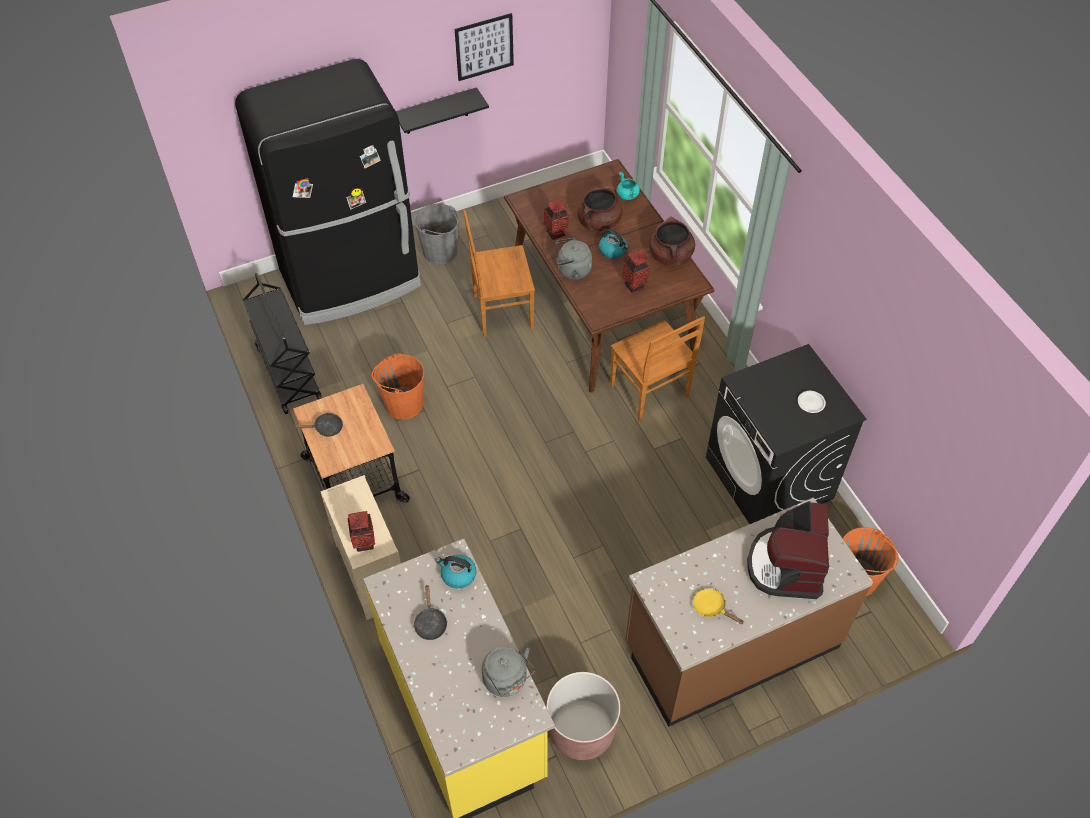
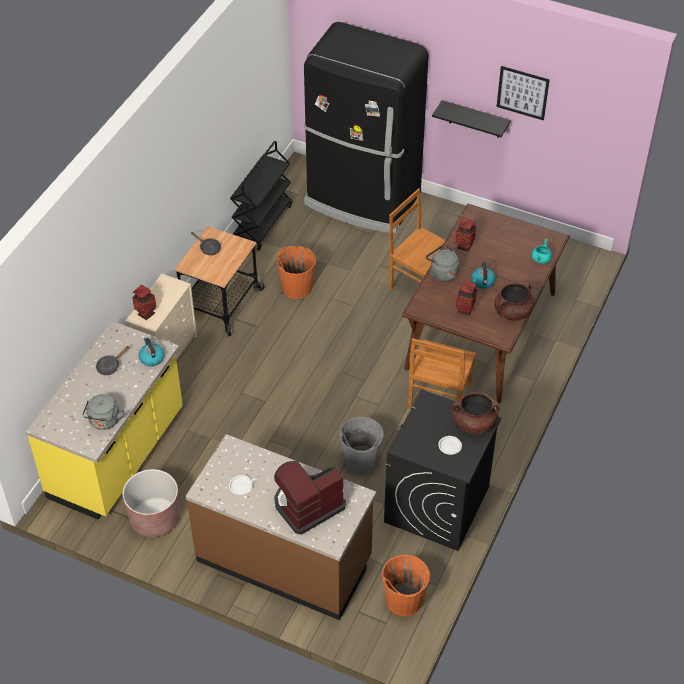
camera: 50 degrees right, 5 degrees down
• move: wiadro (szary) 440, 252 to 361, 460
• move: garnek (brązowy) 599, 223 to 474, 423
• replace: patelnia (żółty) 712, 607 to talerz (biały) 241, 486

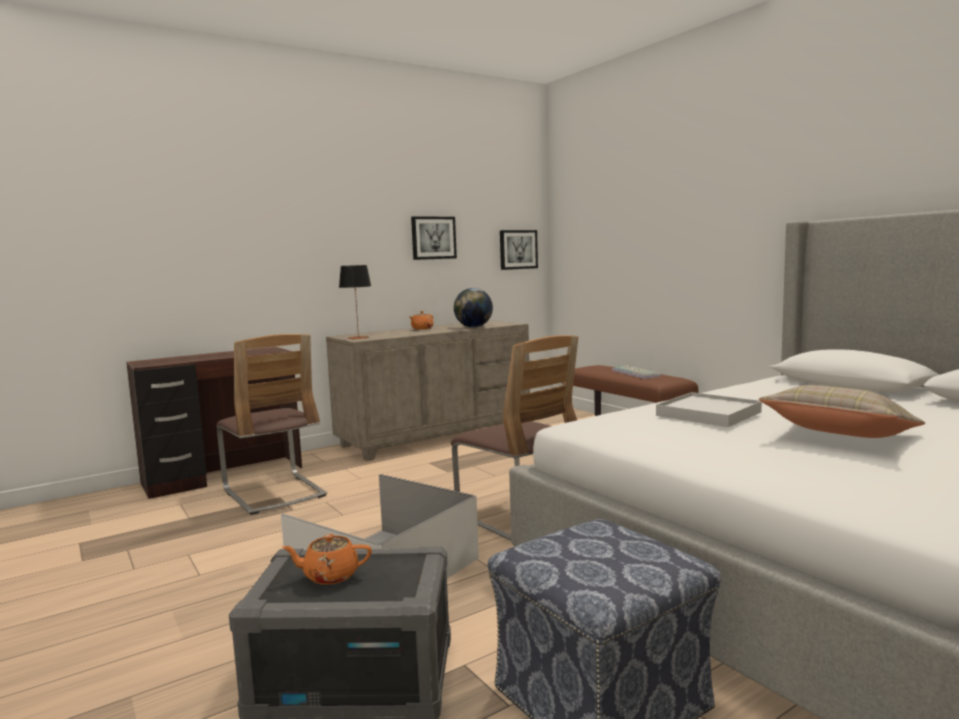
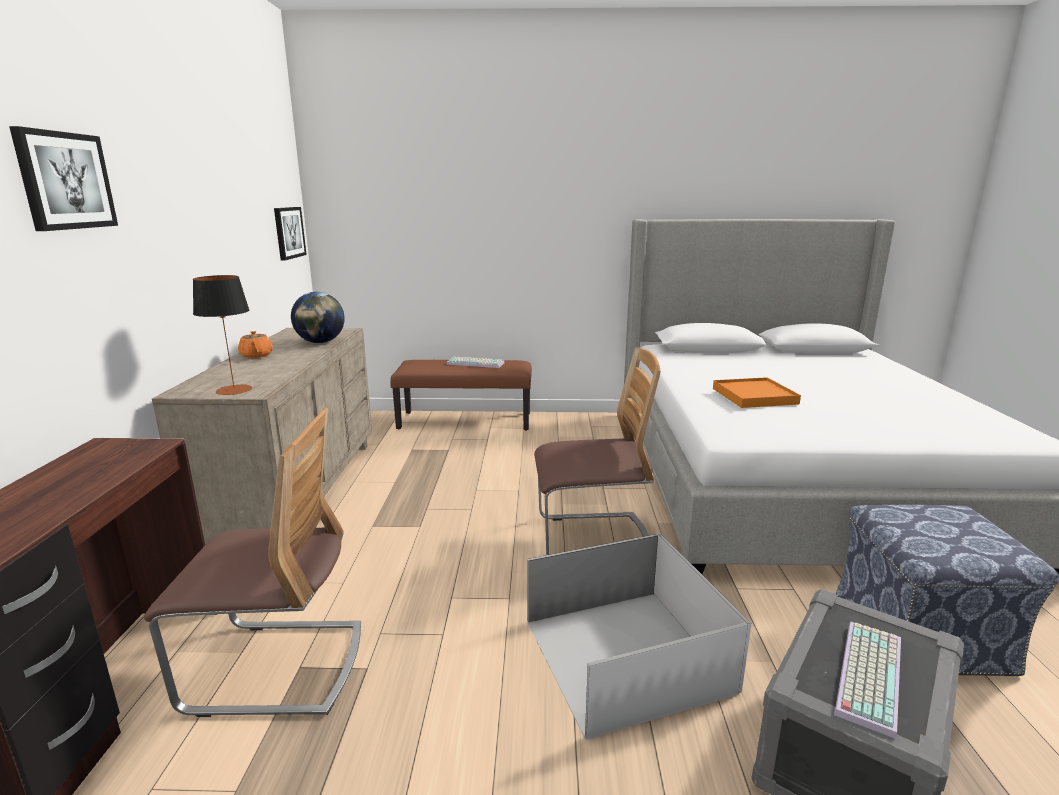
camera: 55 degrees left, 10 degrees up
• replace: imbryk (pomarańczowy) 330, 576 to klawiatura 867, 673
• move: obraz 433, 238 to 65, 181
• recolor: taca (biały) 708, 414 to taca (pomarańczowy) 754, 396
• delete: poduszka (beżowy) 840, 436

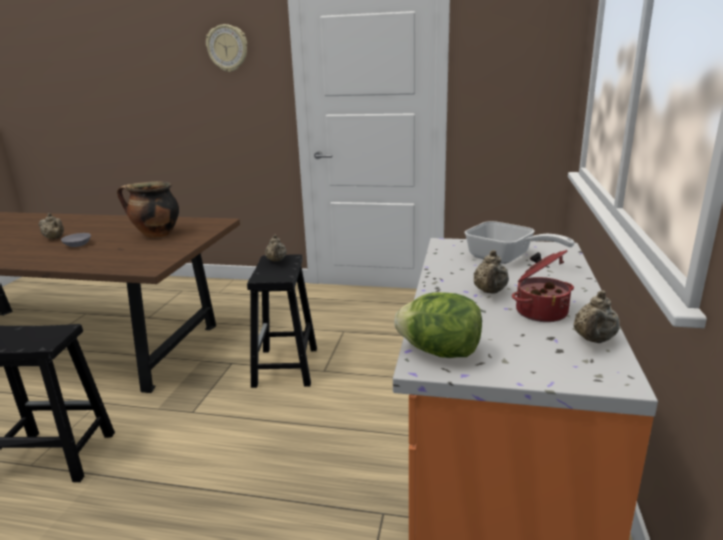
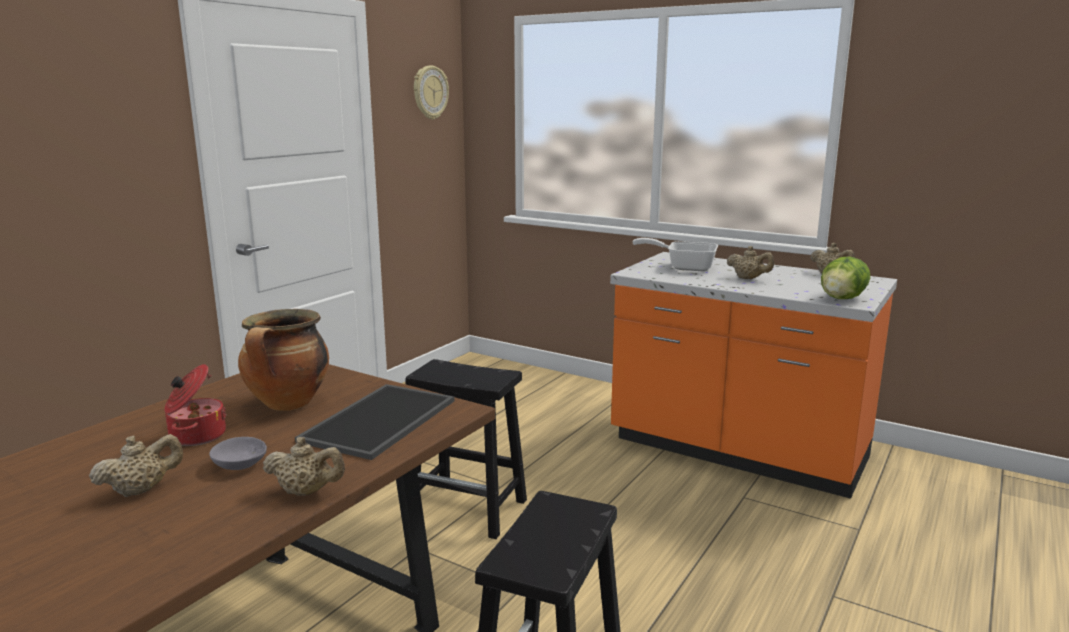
camera: 70 degrees left, 5 degrees down
• move: zegar ścienny 227, 48 to 430, 92
• move: imbryk (beżowy) 276, 261 to 306, 492
• rotate: patelnia 505, 258 = 684, 267 135 degrees counterclockwise
• move: garnek 540, 311 to 196, 436
• insert: taca 380, 421

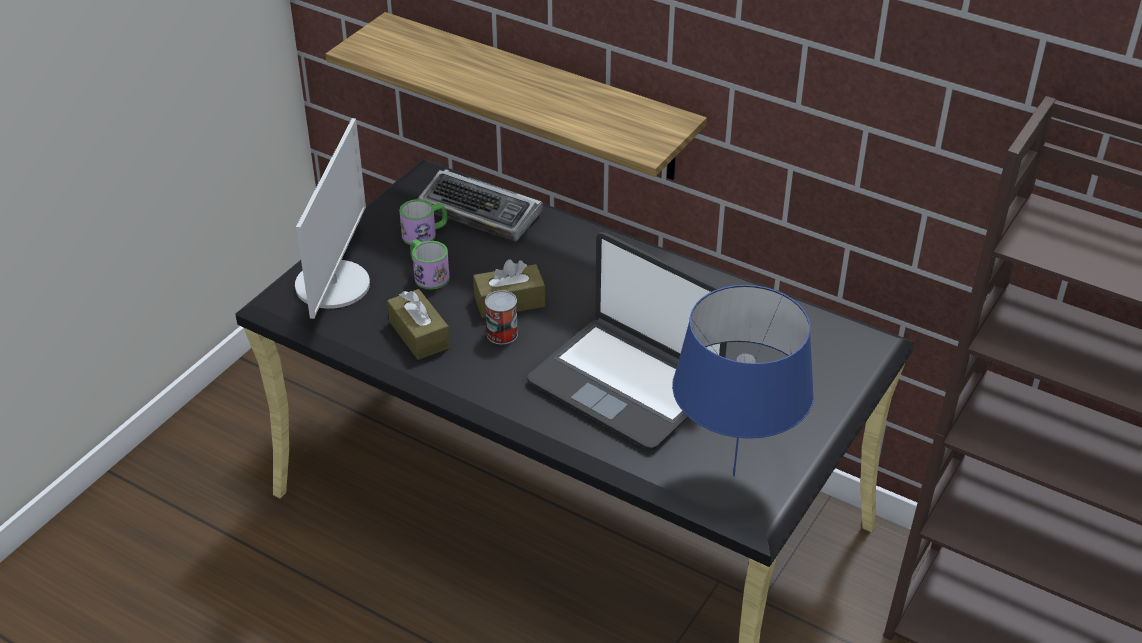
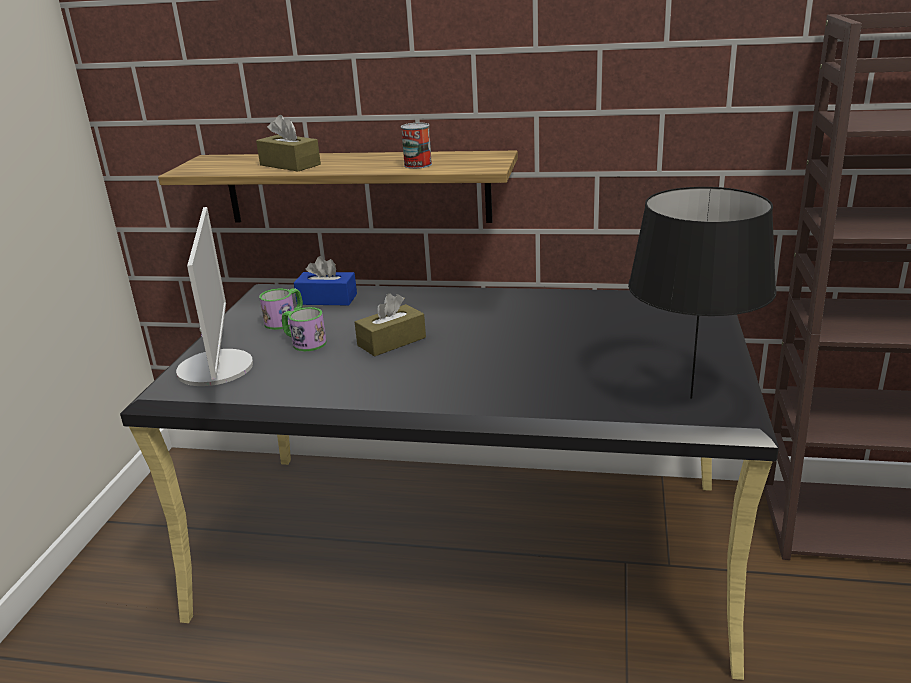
camera: 20 degrees left, 15 degrees down
• move: pudełko chusteczek (brązowy) 419, 335 to 290, 165
• replace: klawiatura 481, 212 to pudełko chusteczek (niebieski) 327, 299
• move: puszka 502, 334 to 418, 165
• delete: laptop 626, 383
• recolor: lampa stołowa (niebieski) 733, 475 to lampa stołowa (czarny) 690, 398

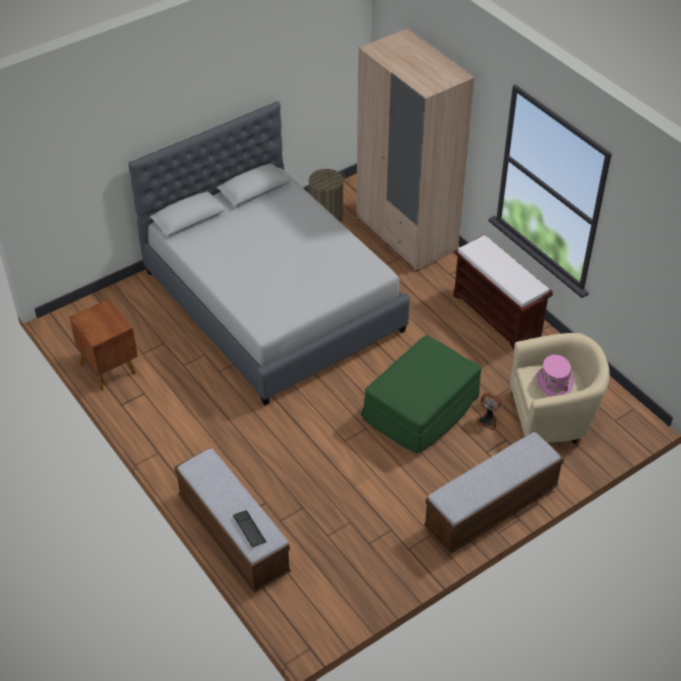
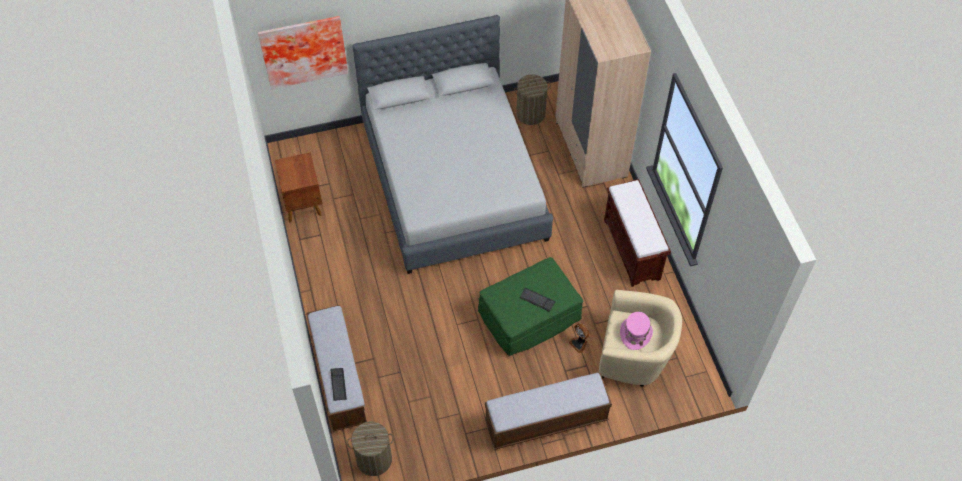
camera: 20 degrees right, 10 degrees up
• insert: obraz 303, 50
• insert: kosz na pranie 374, 459
• insert: klawiatura 537, 300

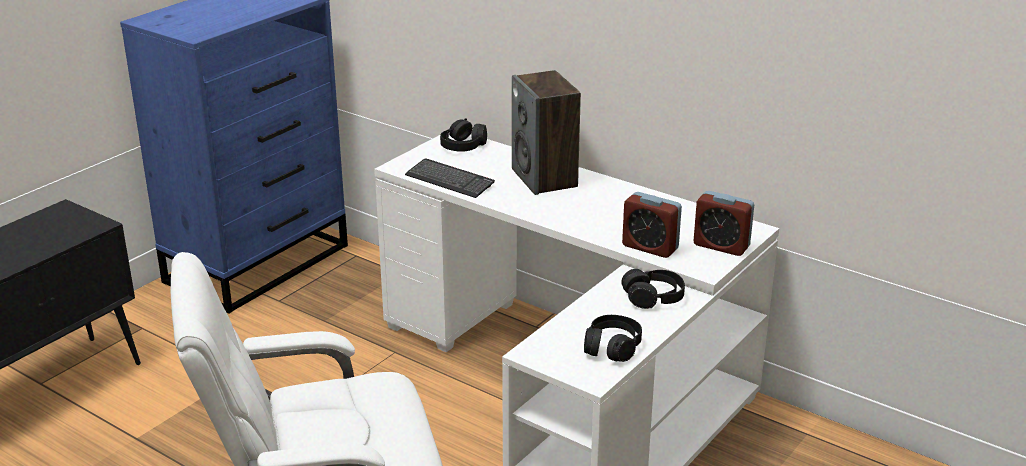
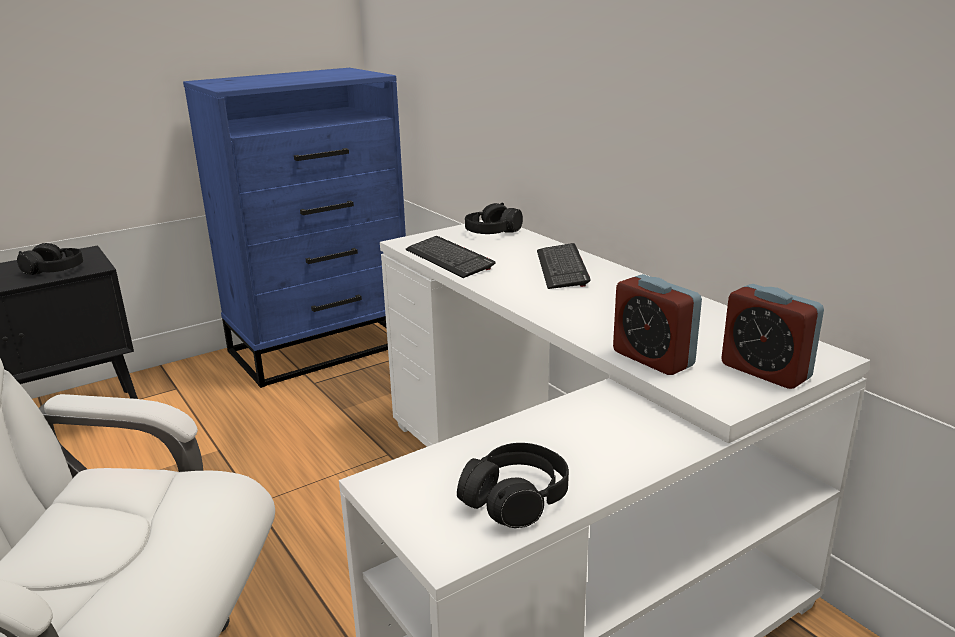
camera: 20 degrees right, 5 degrees down
• replace: głośnik 545, 178 to klawiatura 562, 268
• move: słuchawki (czarny) 653, 298 to 54, 270

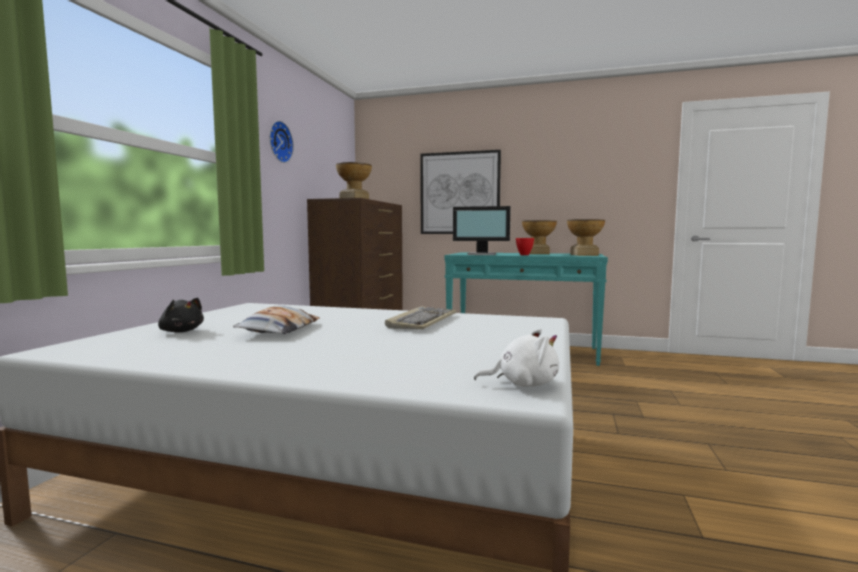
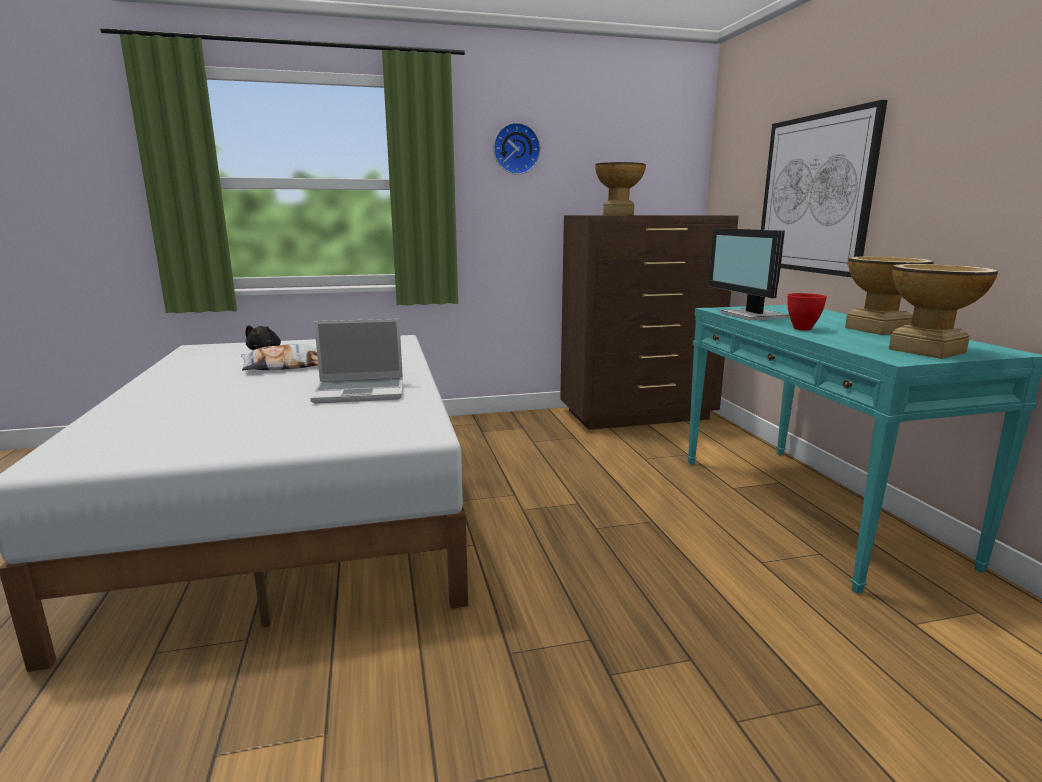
camera: 60 degrees right, 10 degrees up
• replace: klawiatura 422, 321 to laptop 361, 392
• delete: pluszak (biały) 522, 384

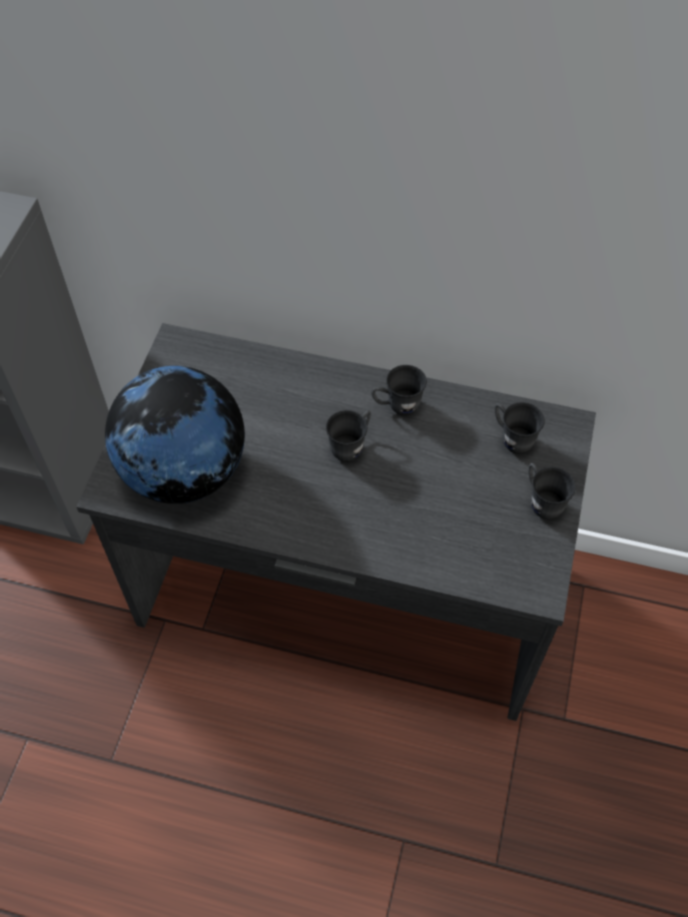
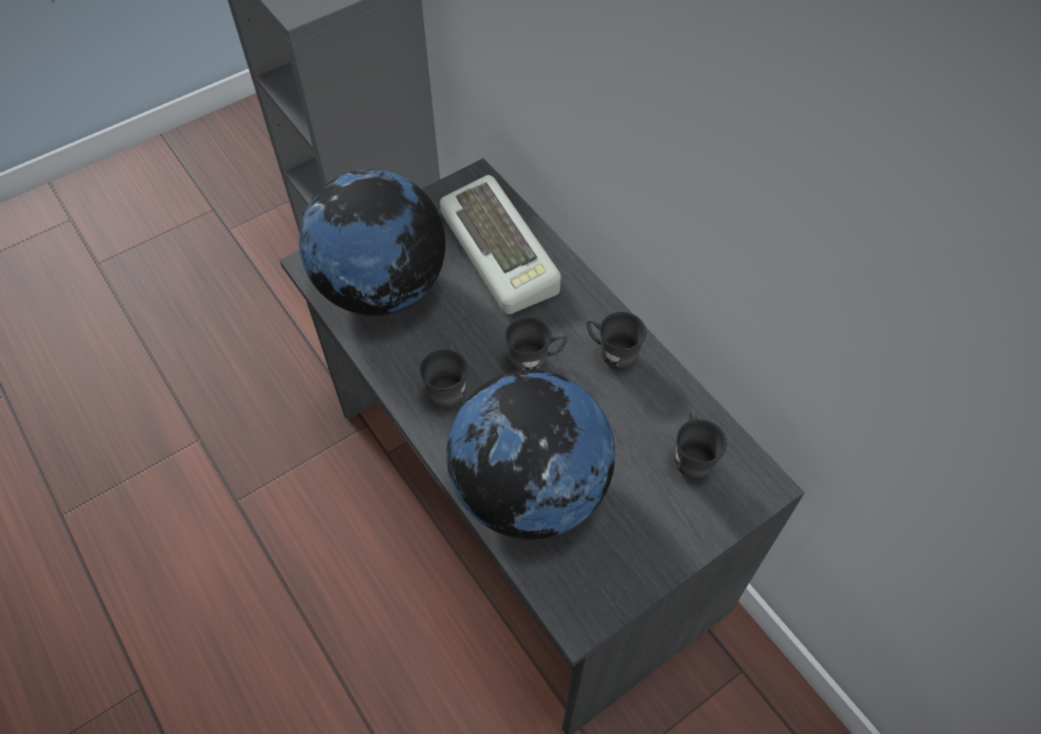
camera: 40 degrees right, 0 degrees up
• move: kubek (szary) 541, 502 to 448, 388
• insert: klawiatura 503, 252
• insert: globus 529, 490

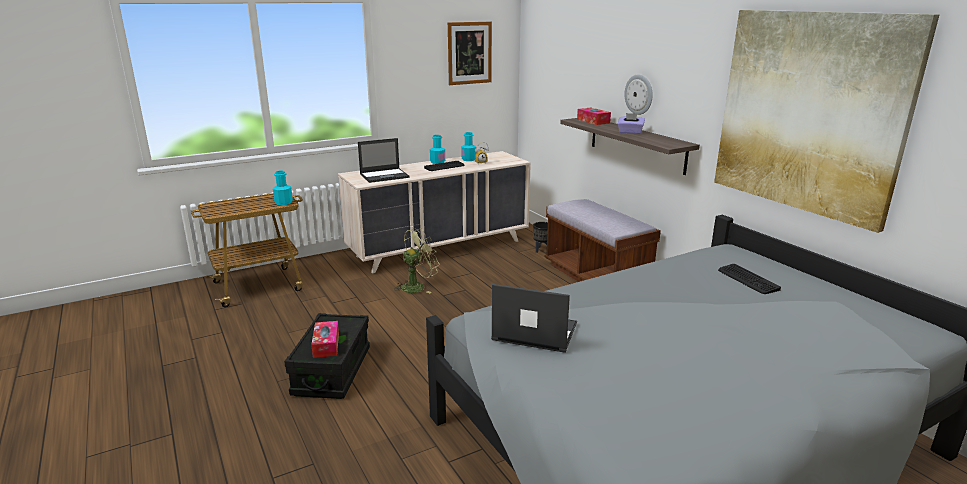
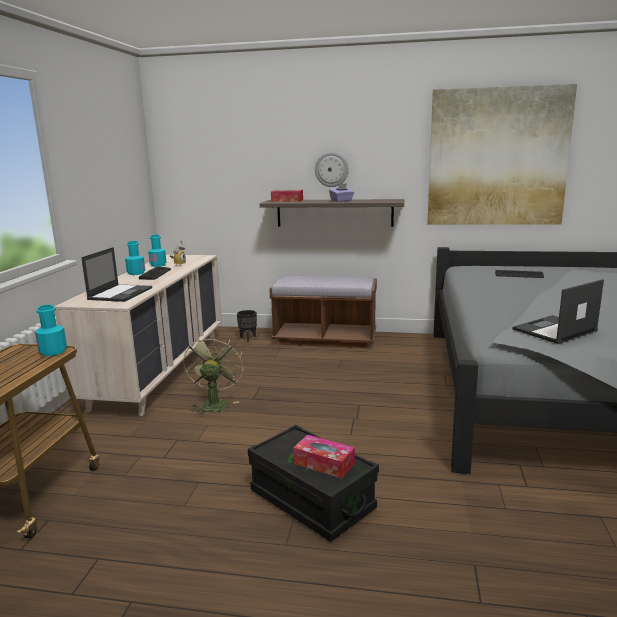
camera: 50 degrees left, 5 degrees down
• delete: obraz 469, 53

